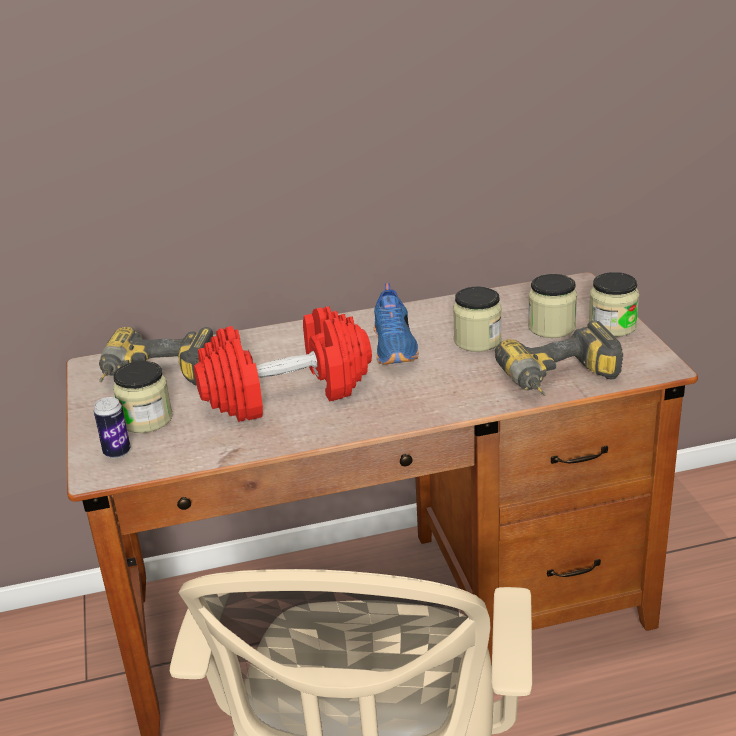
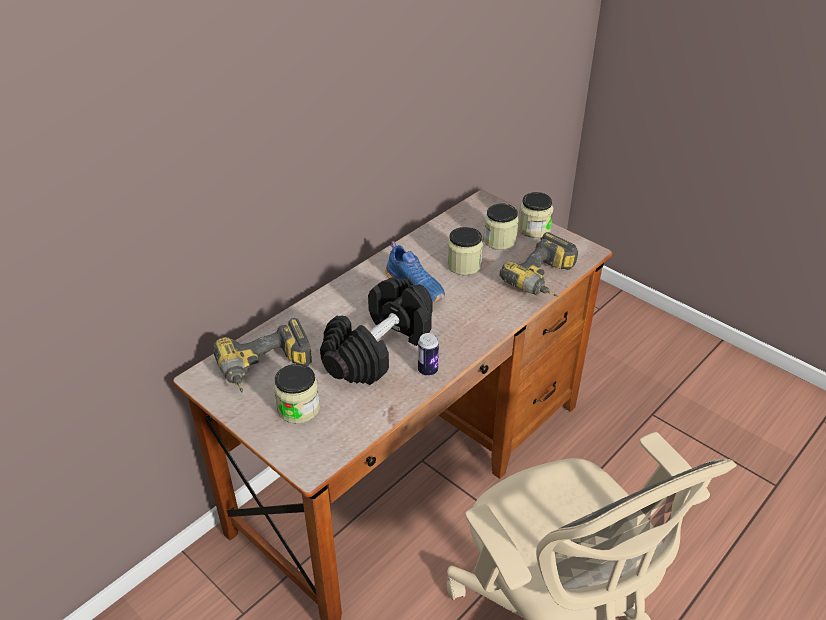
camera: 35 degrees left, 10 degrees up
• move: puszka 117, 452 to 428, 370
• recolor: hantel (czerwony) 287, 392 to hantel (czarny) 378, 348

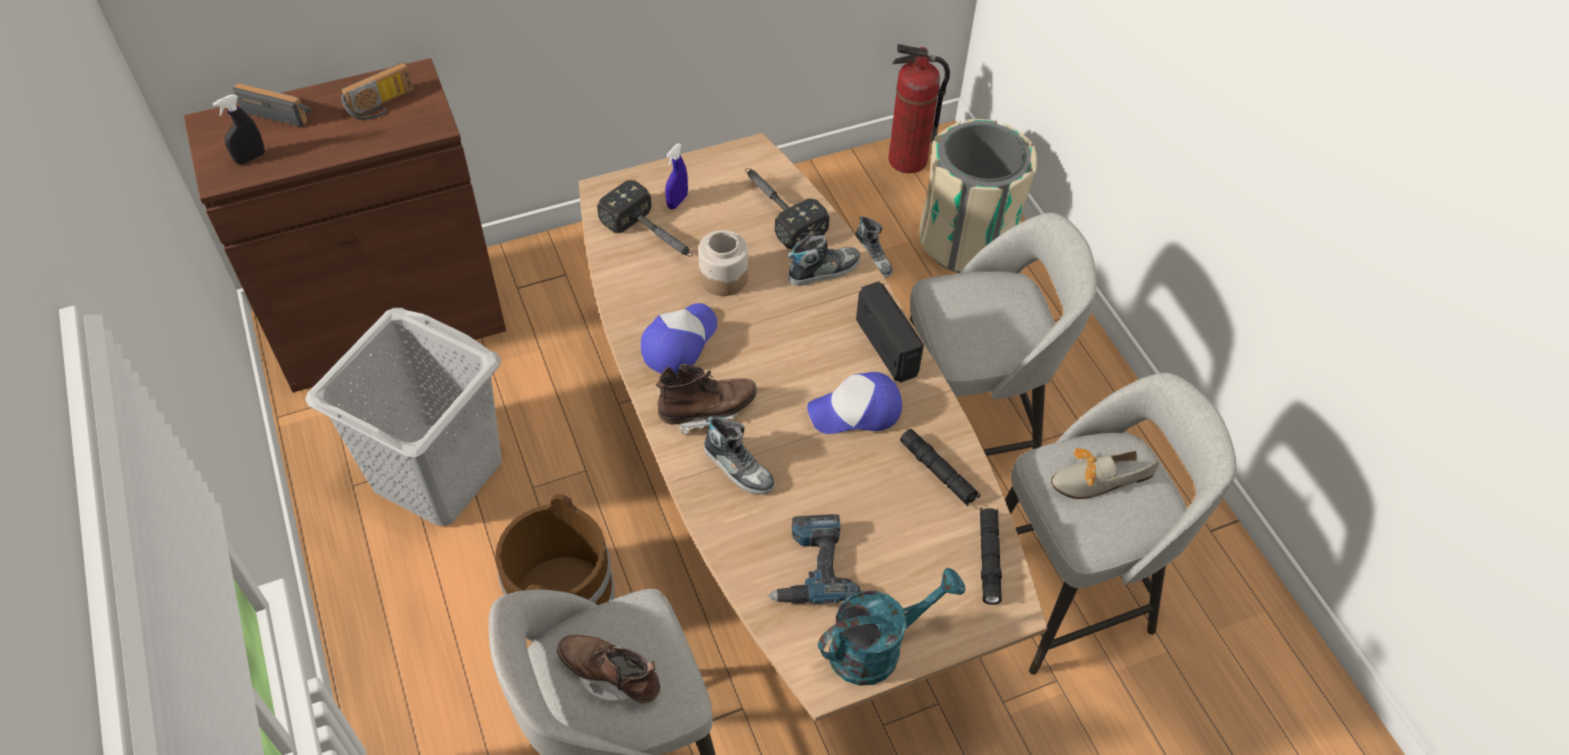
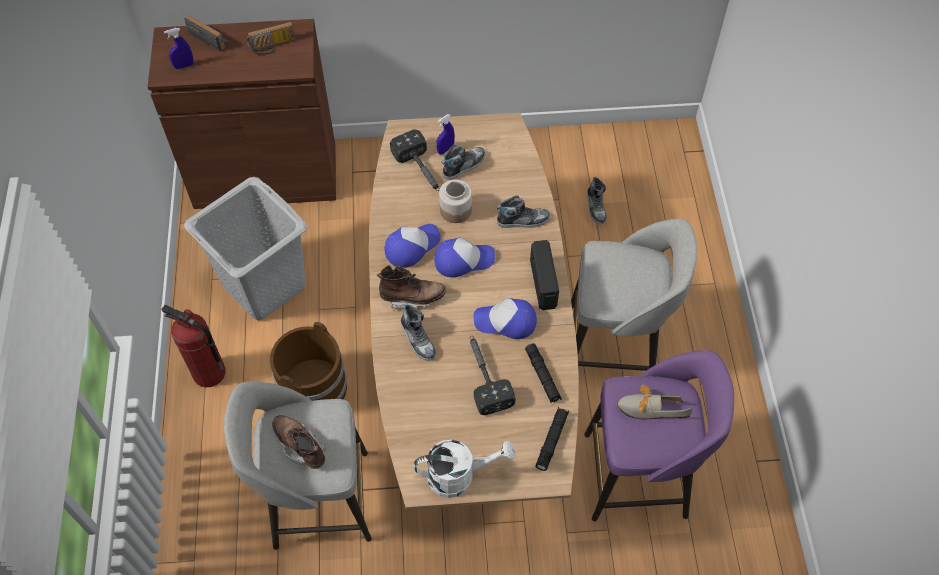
camera: 20 degrees right, 5 degrees up
• recolor: spryskiwacz (czarny) 250, 158 to spryskiwacz (niebieski) 184, 66
• move: młotek 777, 210 to 484, 376
• delete: wiertarka 810, 566
• recolor: konewka (turkusowy) 877, 647 to konewka (biały) 459, 475
• move: gaśnica 907, 160 to 209, 373
• delete: kosz na śmieci (beżowy) 966, 241
• recolor: stołek (szary) 1069, 593 to stołek (fioletowy) 639, 475
• insert: czapka z daszkiem 463, 260
• insert: but 463, 165

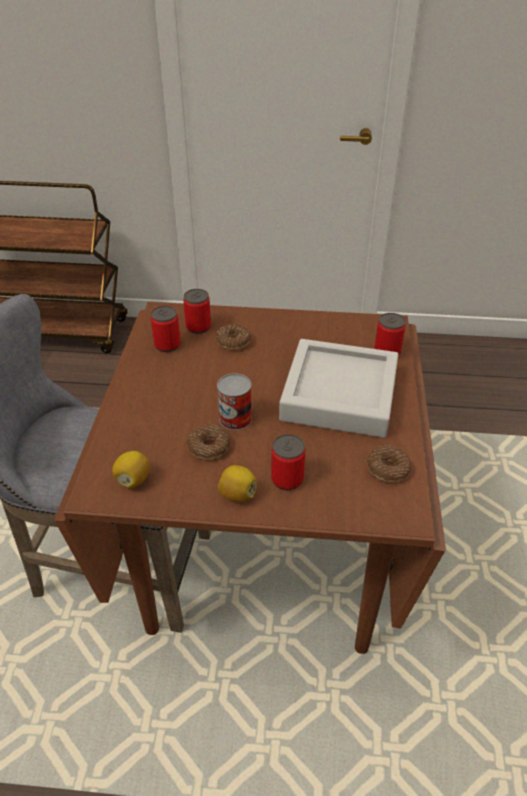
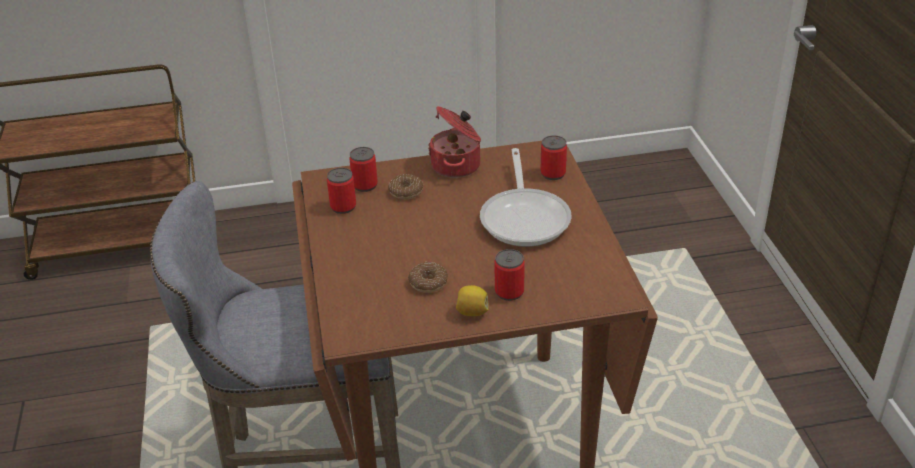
camera: 15 degrees left, 5 degrees down
• delete: cytryna 133, 480
• delete: puszka 235, 418
• replace: taca (szary) 339, 395 to patelnia 525, 217
• delete: donut 388, 469
• insert: garnek 457, 165

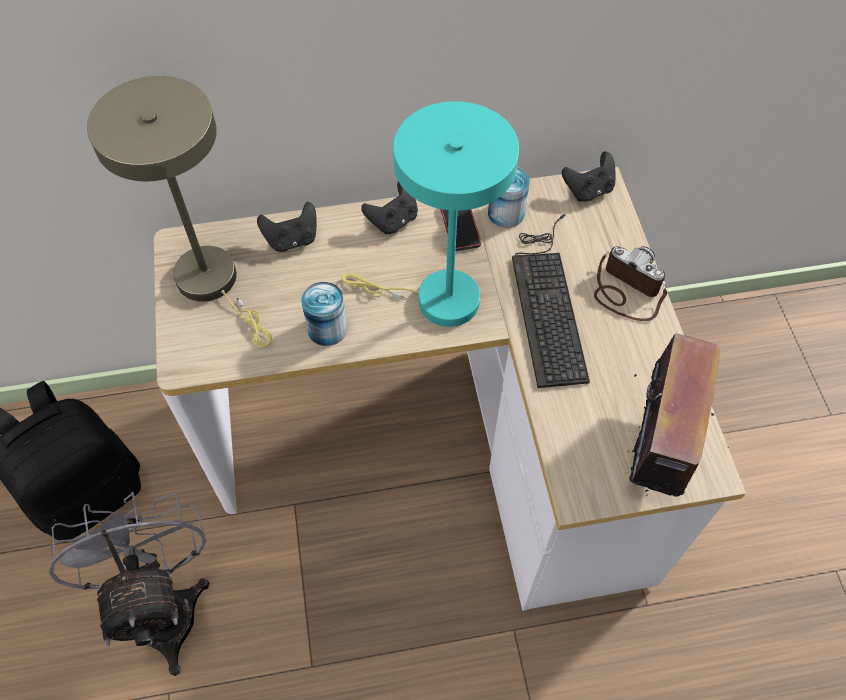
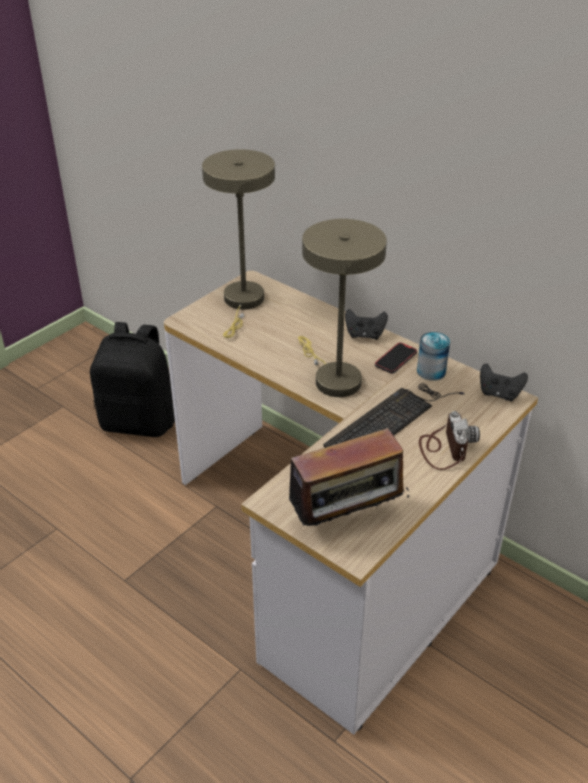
camera: 50 degrees right, 20 degrees down
• delete: wentylator (szary) 164, 604
• delete: pad do gier (czarny) 292, 240
• delete: puszka 327, 329
• recolor: lampa stołowa (turkusowy) 436, 299 to lampa stołowa (beżowy) 333, 378

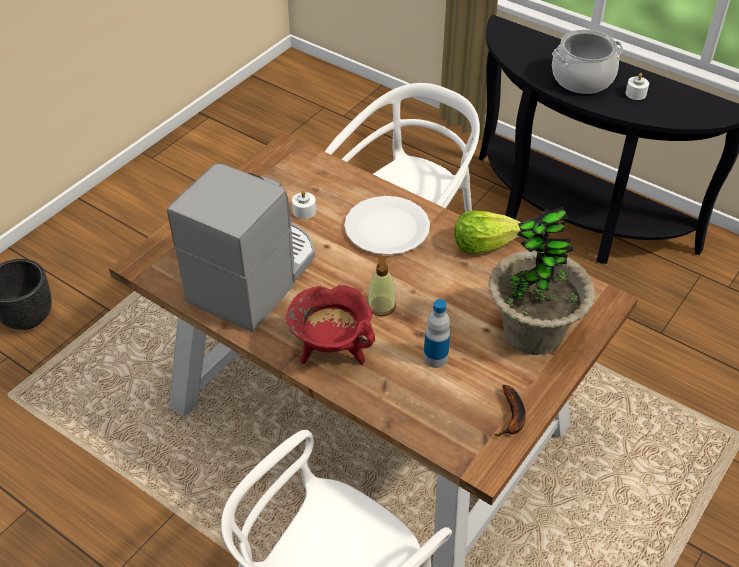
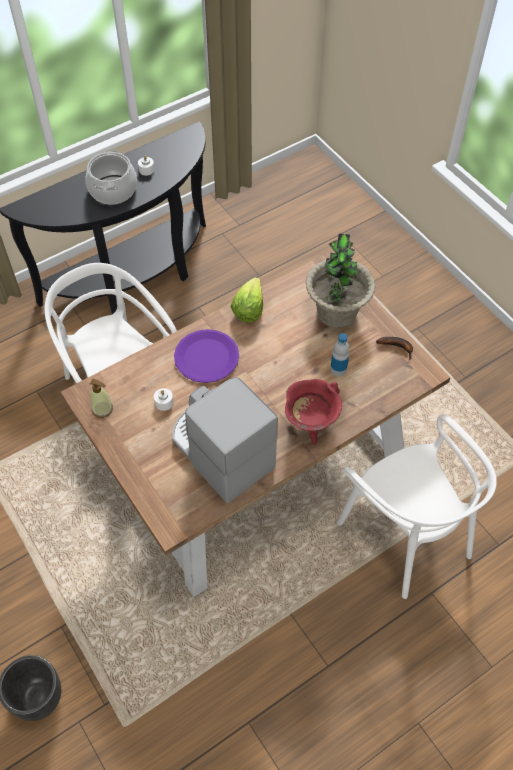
camera: 70 degrees left, 10 degrees up
• recolor: talerz (biały) 387, 228 to talerz (fioletowy) 206, 357
• move: dozownik mydła 381, 306 to 102, 409

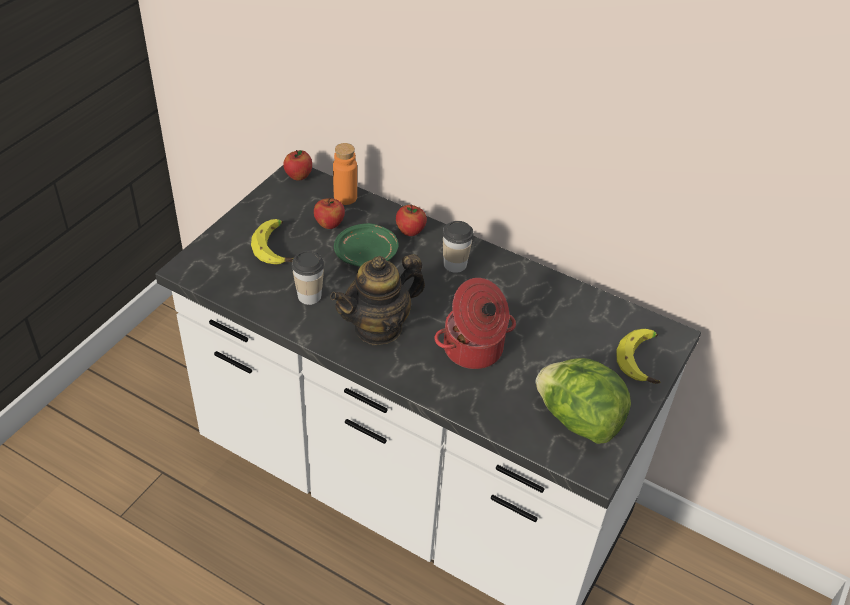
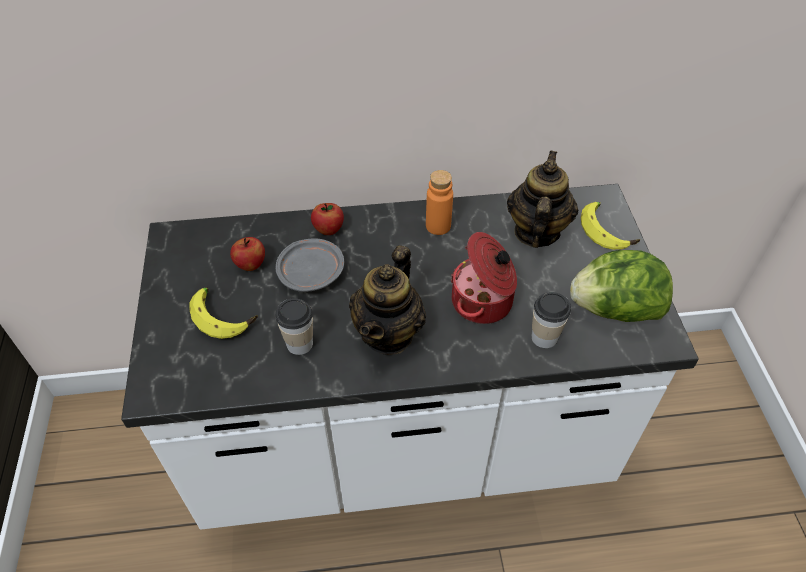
camera: 35 degrees left, 5 degrees up
• delete: jabłko 298, 176
• move: butelka (pomarańczowy) 345, 197 to 438, 226
• recolor: talerz (zielony) 366, 254 to talerz (szary) 311, 272
• move: filiżanka 455, 264 to 544, 337
• insert: imbryk 536, 232

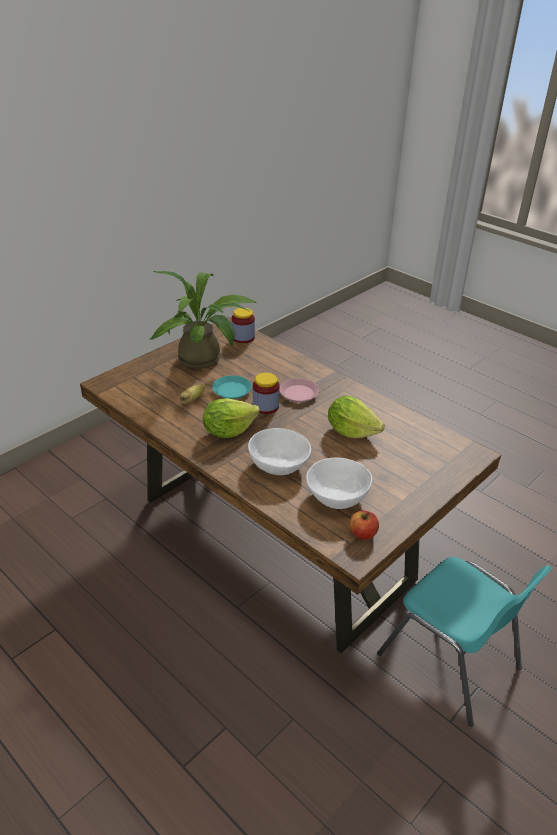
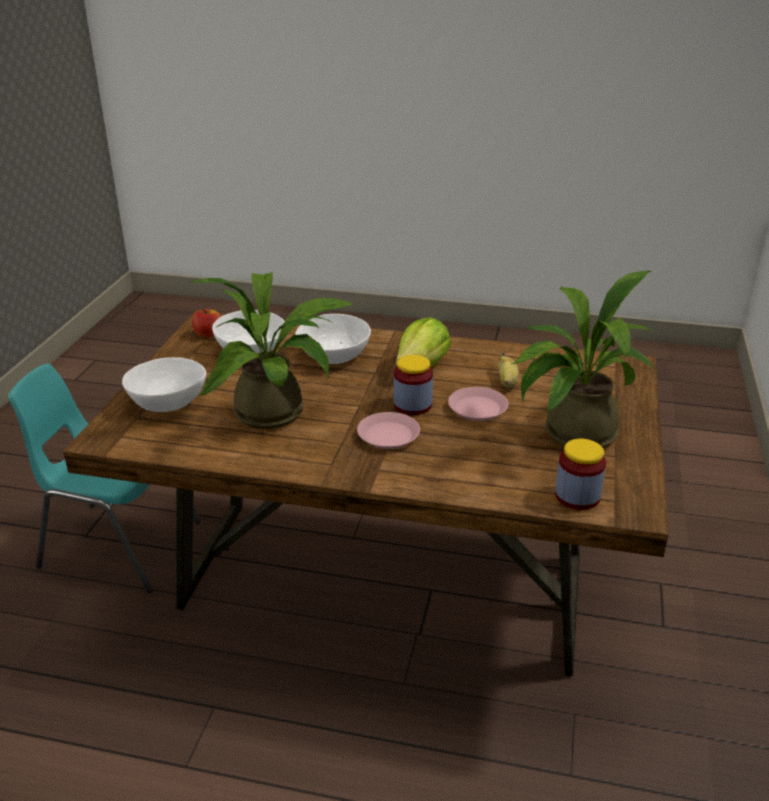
camera: 150 degrees right, 5 degrees down
• recolor: talerz (turkusowy) 231, 390 to talerz (różowy) 478, 408
• replace: sałata 351, 431 to roślina doniczkowa 278, 413
• insert: miska (biały) 167, 402

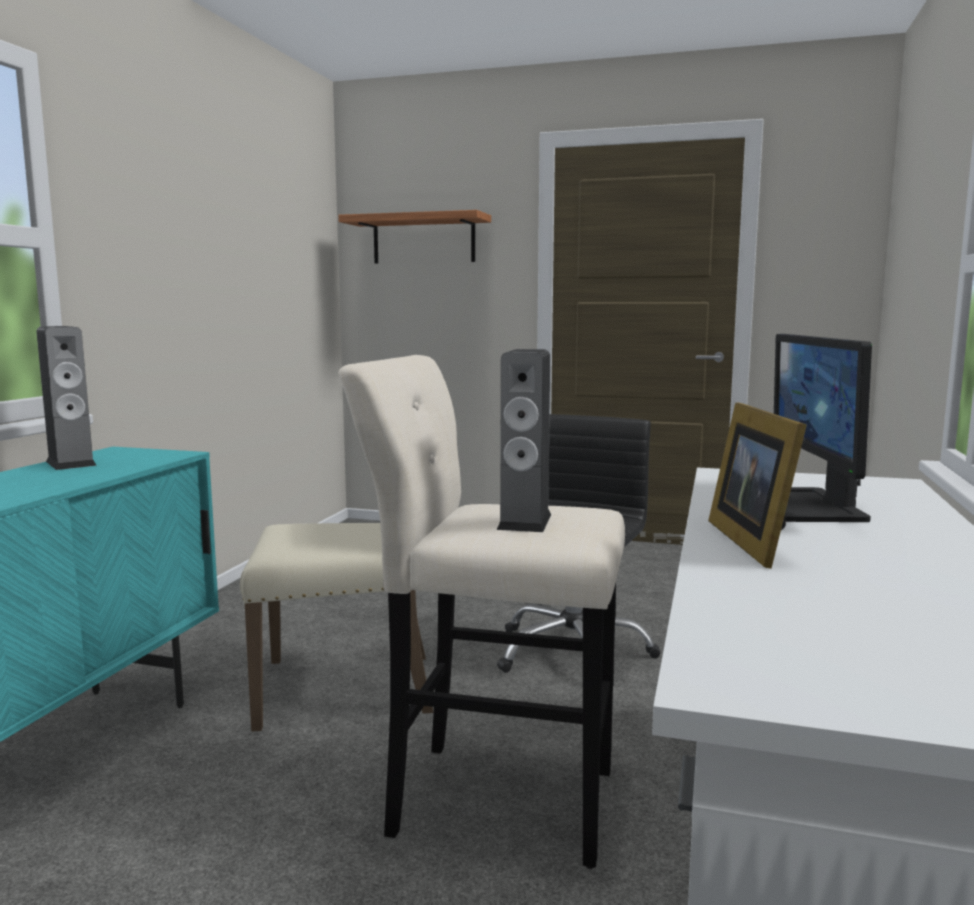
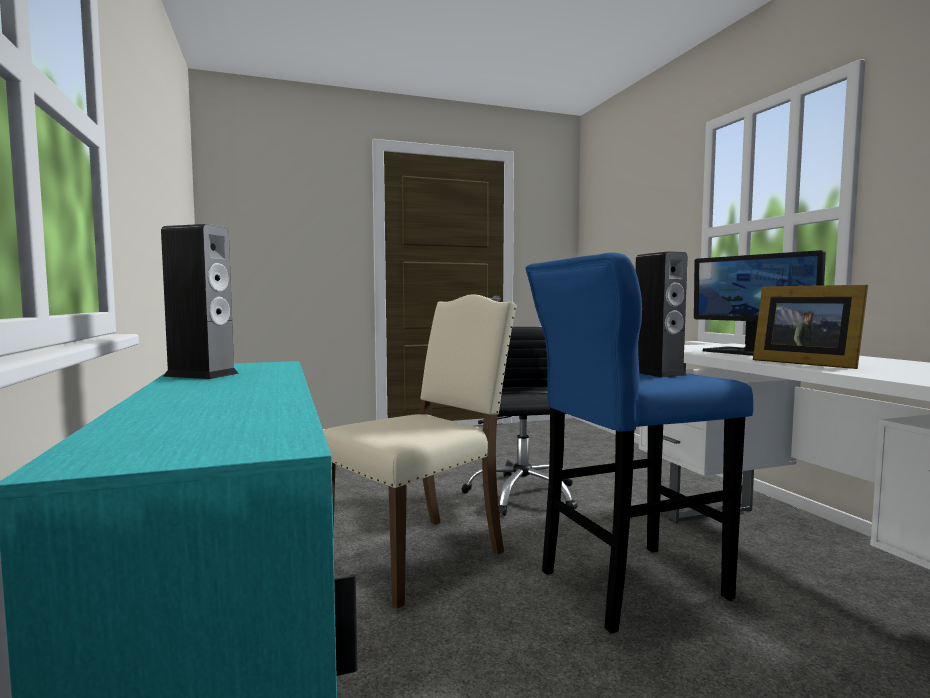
camera: 35 degrees left, 5 degrees down
• delete: półka 423, 240
• recolor: stołek (beżowy) 491, 799 to stołek (niebieski) 625, 586

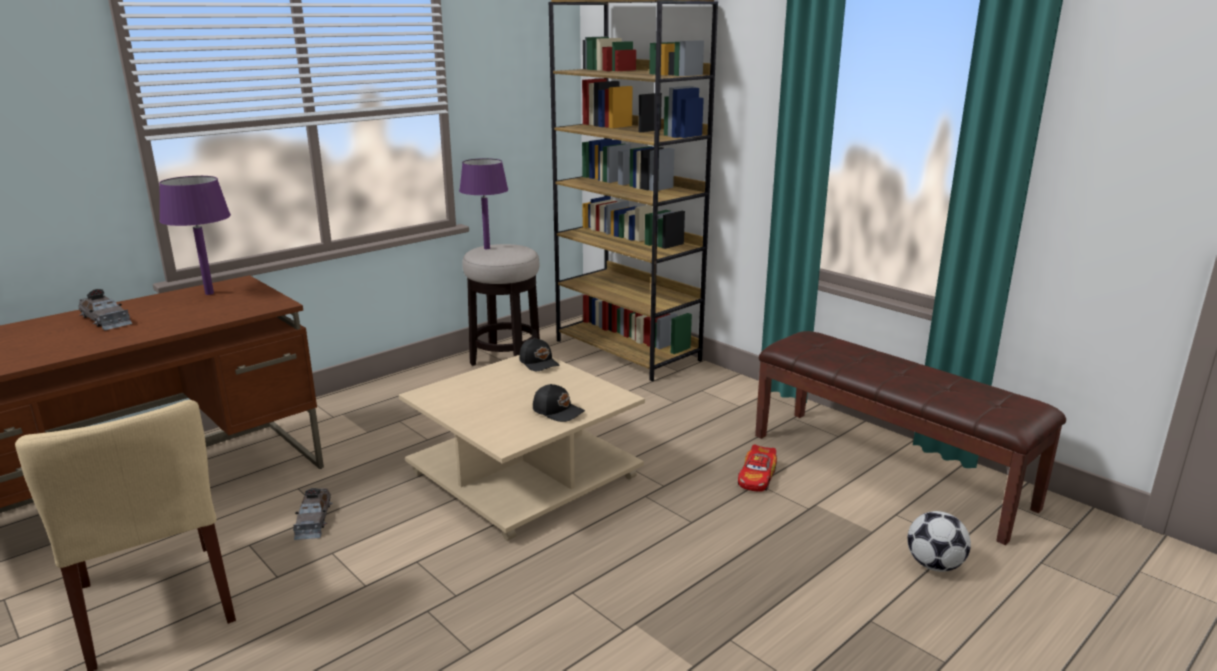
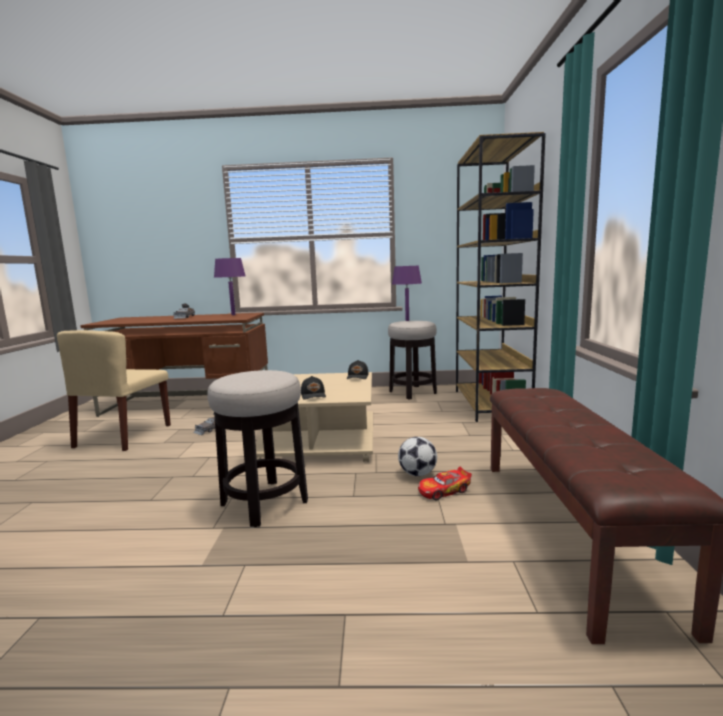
camera: 45 degrees right, 10 degrees down
• move: piłka futbolowa 934, 565 to 417, 474
• insert: stołek 264, 503

